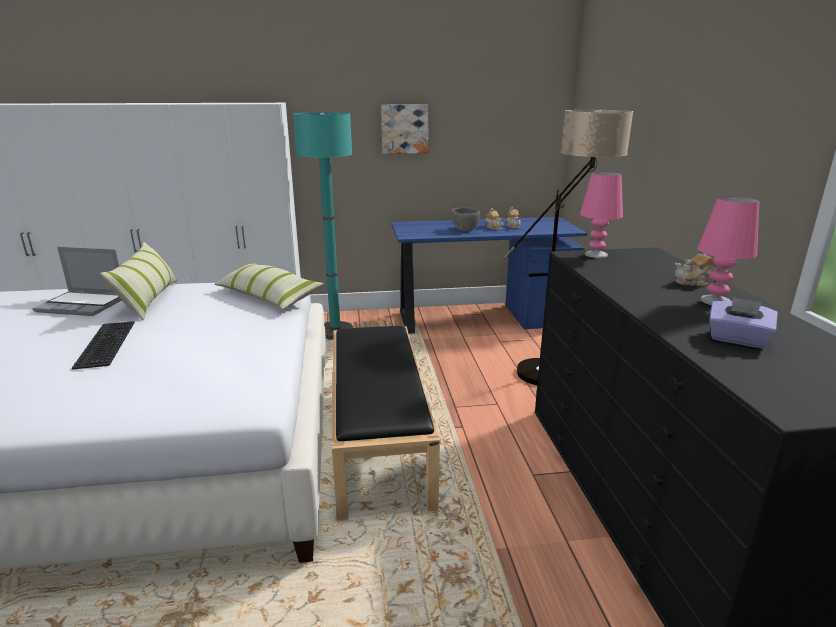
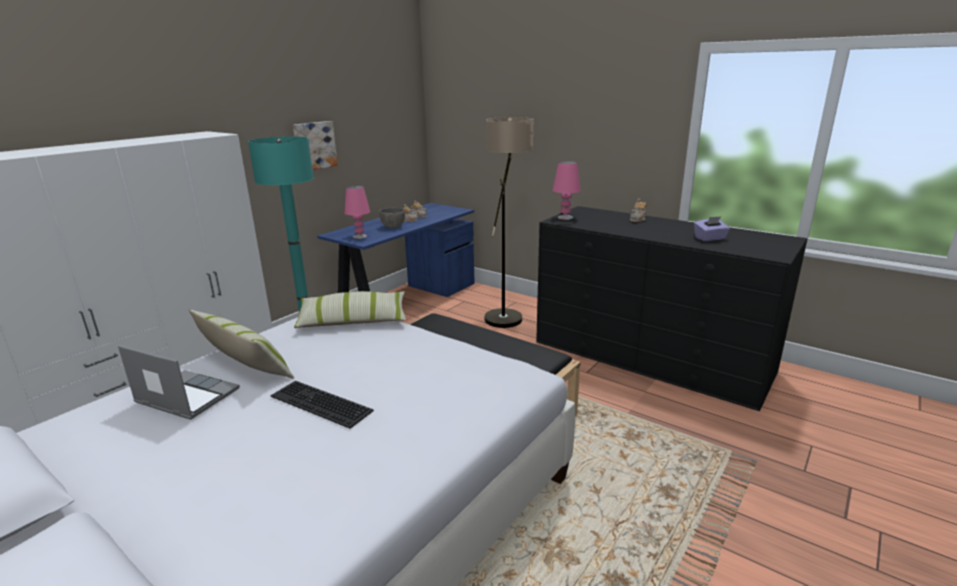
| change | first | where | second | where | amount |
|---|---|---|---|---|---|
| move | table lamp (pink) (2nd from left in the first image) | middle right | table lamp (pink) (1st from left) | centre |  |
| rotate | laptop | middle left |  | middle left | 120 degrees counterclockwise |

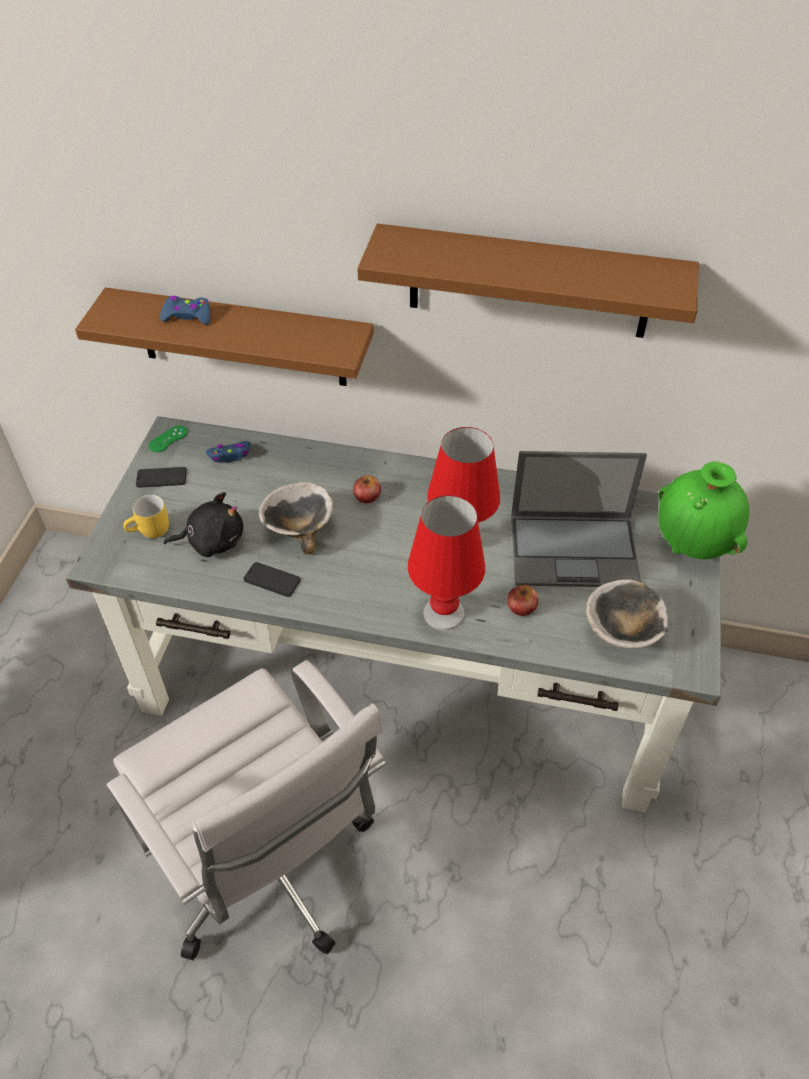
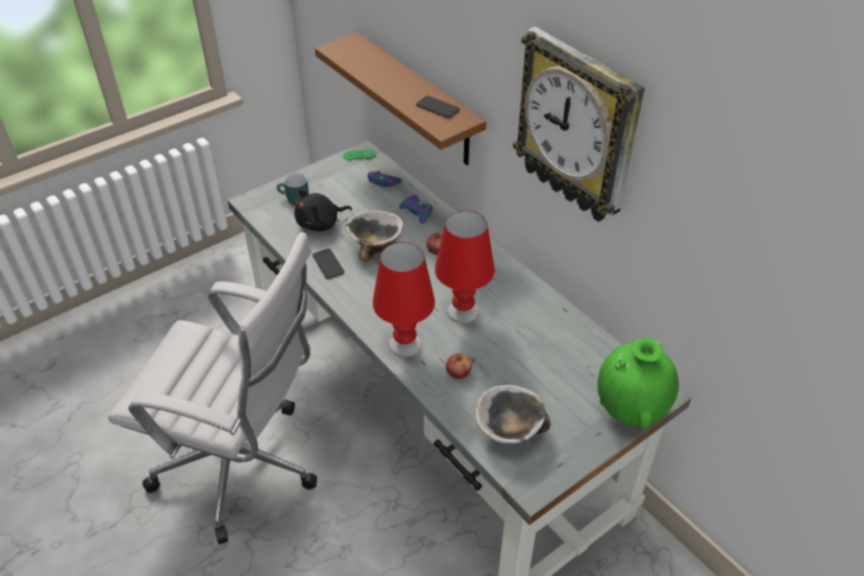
| change | first | where | second | where | amount |
|---|---|---|---|---|---|
| delete | laptop | middle right |  |  |  |
| move | phone (1st from left in the first image) | middle left | phone (2nd from left) | top centre |  |
| move | game controller (blue) (1st from left in the first image) | top left | game controller (blue) (2nd from left) | centre |  |
| replace | shelf (brown) (2nd from left) | top centre | wall clock | top right |  |
| recolor | mug (yellow) | middle left | mug (turquoise) | top centre |  |
| rotate | office chair (white) | bottom left |  | bottom left | 75 degrees counterclockwise |
| rotate | plush toy (black) | middle left |  | centre | 120 degrees clockwise |

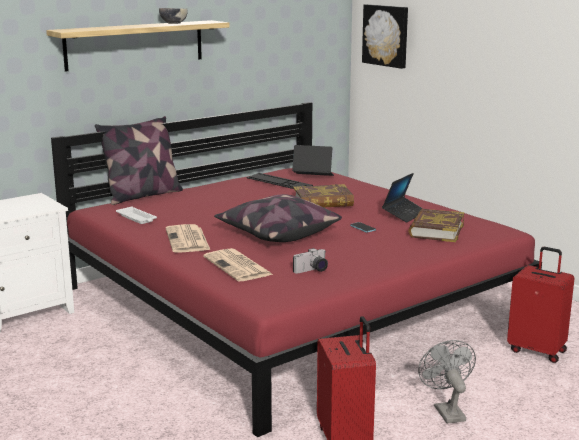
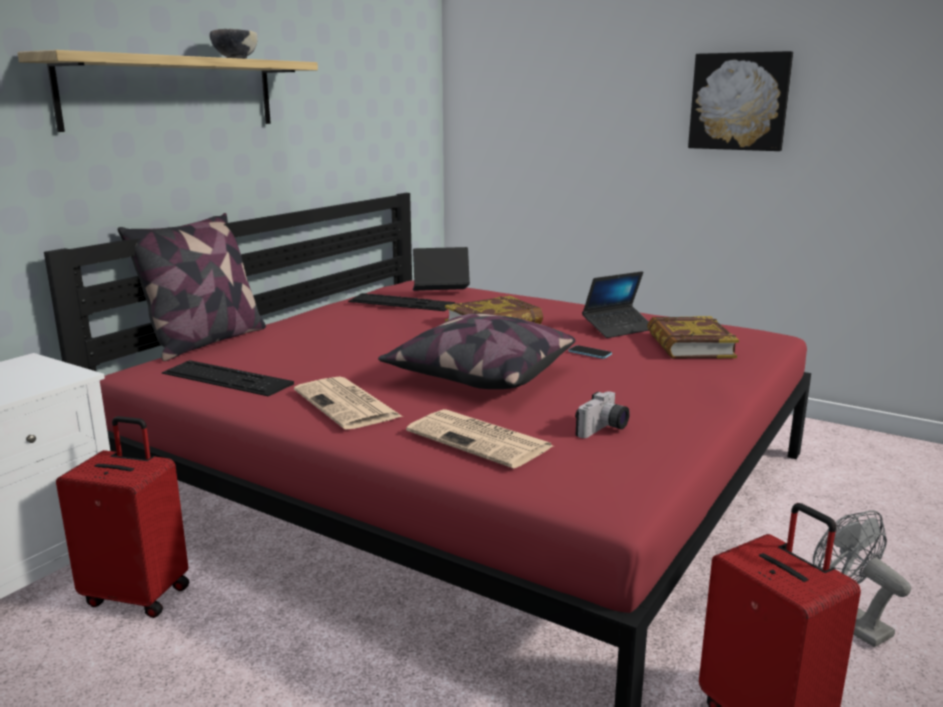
| change | first | where | second | where | amount |
|---|---|---|---|---|---|
| move | picture | top centre |  | top right |  |
| move | suitcase (red) (2nd from left in the first image) | bottom right | suitcase (red) (1st from left) | bottom left |  |
| replace | tray (white) | middle left | keyboard (1st from left) | middle left |  |
| rotate | laptop (2nd from left) | middle right |  | centre | 45 degrees clockwise |

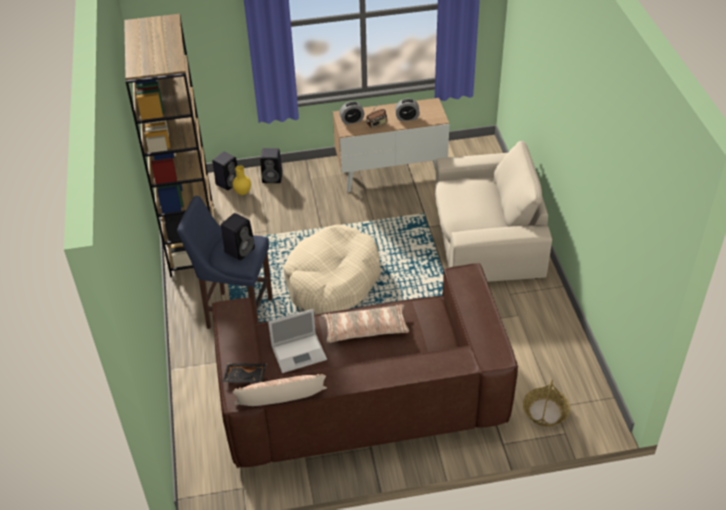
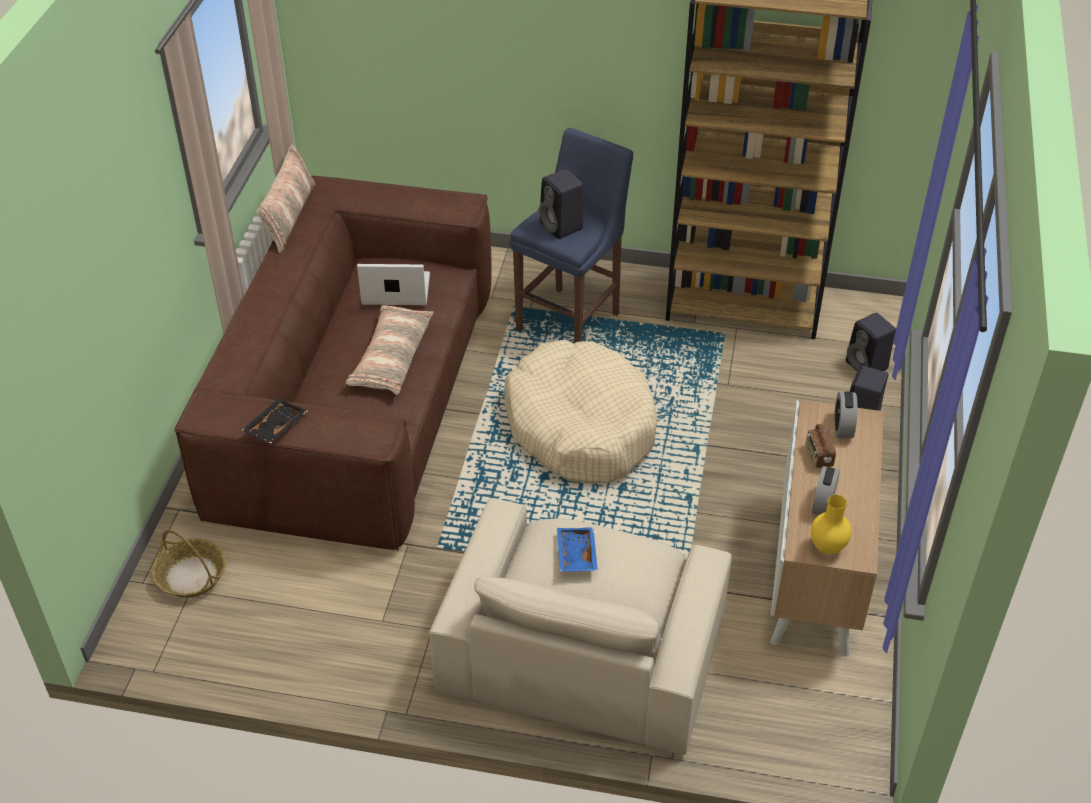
| change | first | where | second | where | amount |
|---|---|---|---|---|---|
| insert |  |  | tray (blue) | bottom centre |  |
| move | tray (black) | bottom centre |  | middle left |  |
| move | vase (yellow) | middle left |  | middle right |  |
| rotate | laptop | bottom centre |  | centre | 90 degrees clockwise |

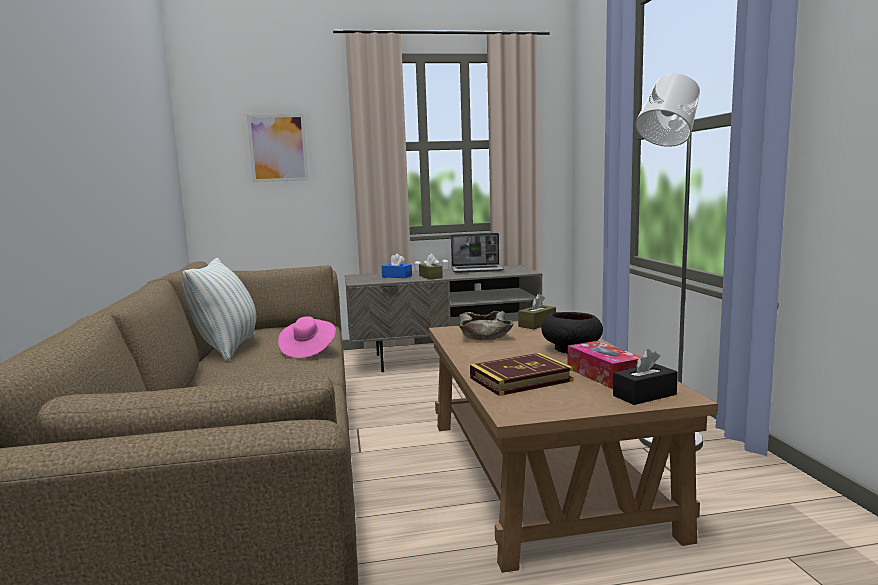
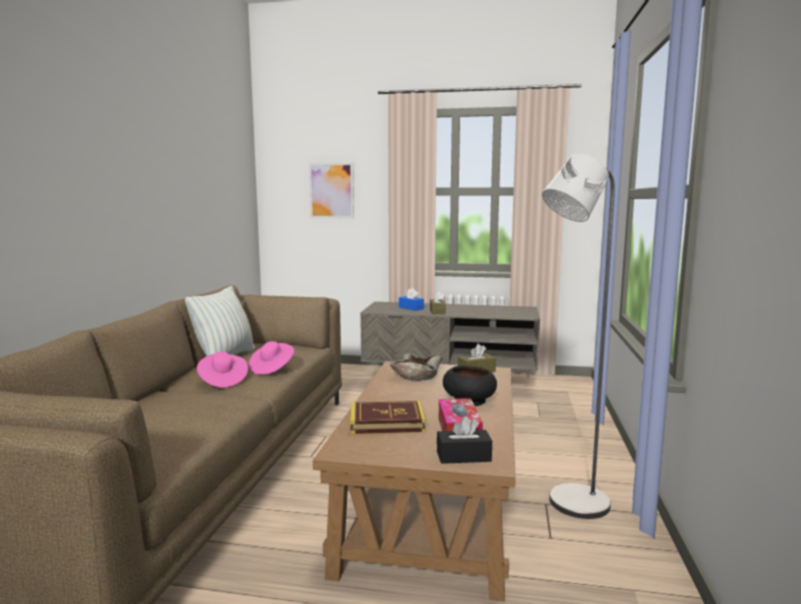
| change | first | where | second | where | amount |
|---|---|---|---|---|---|
| delete | laptop | centre |  |  |  |
| insert |  |  | hat (pink) (1st from left) | middle left |  |

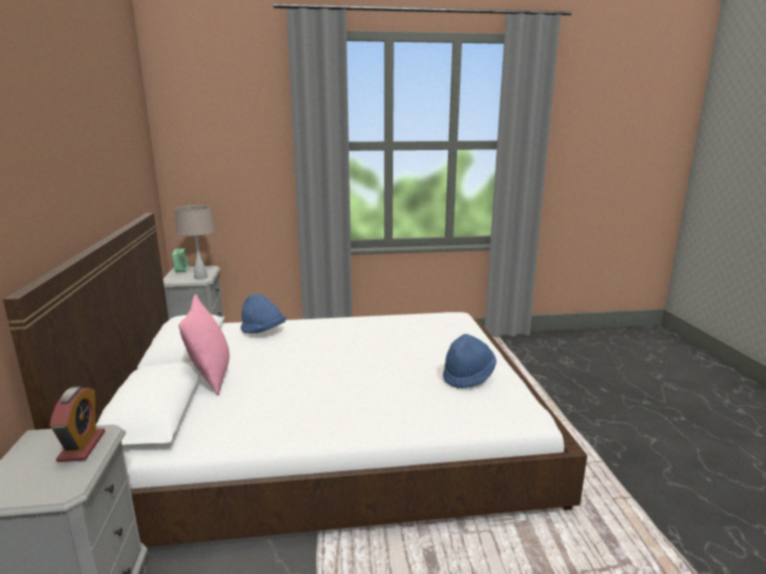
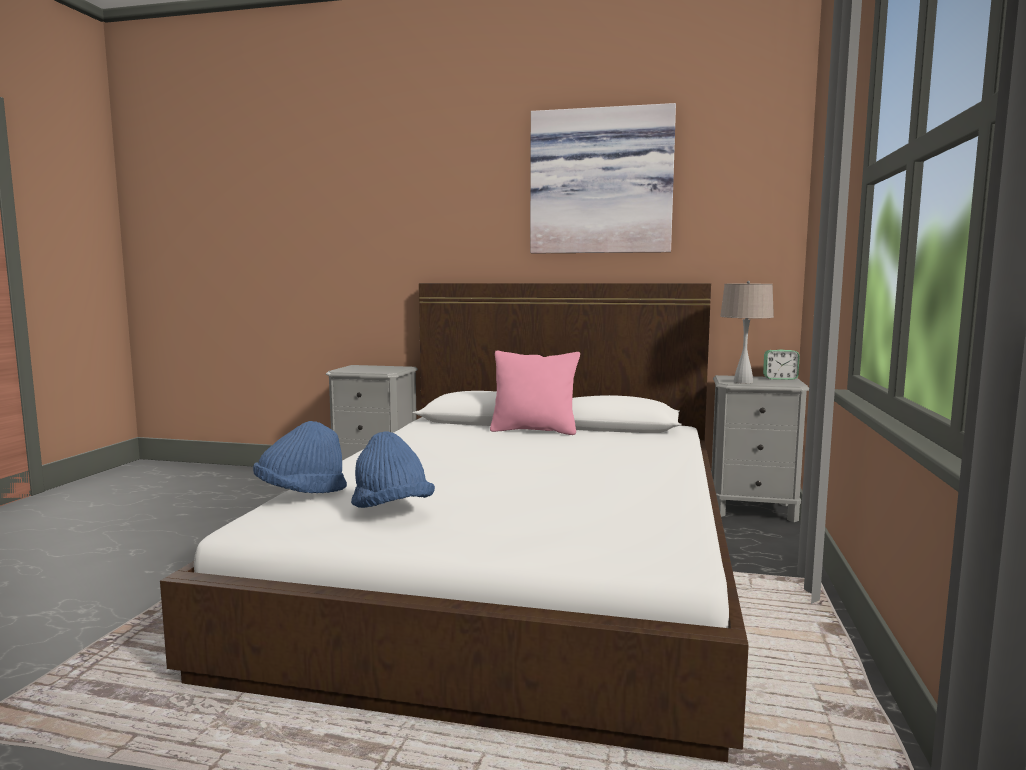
| change | first | where | second | where | amount |
|---|---|---|---|---|---|
| delete | alarm clock (1st from left) | bottom left |  |  |  |
| insert |  |  | picture | top centre |  |
| move | hat (blue) (1st from left) | centre |  | middle left |  |

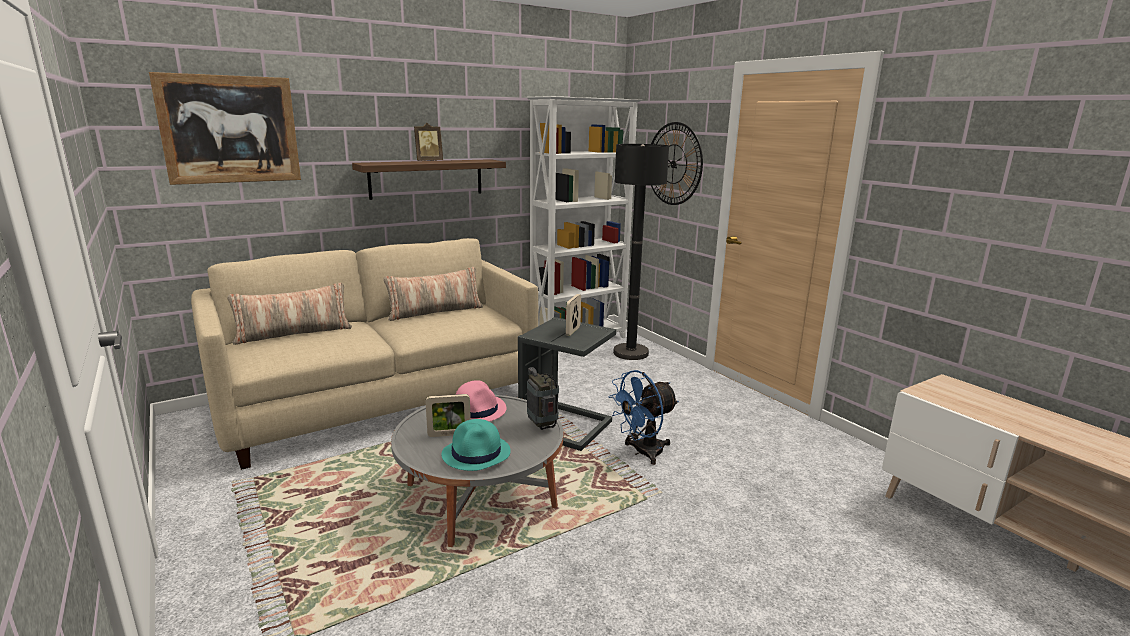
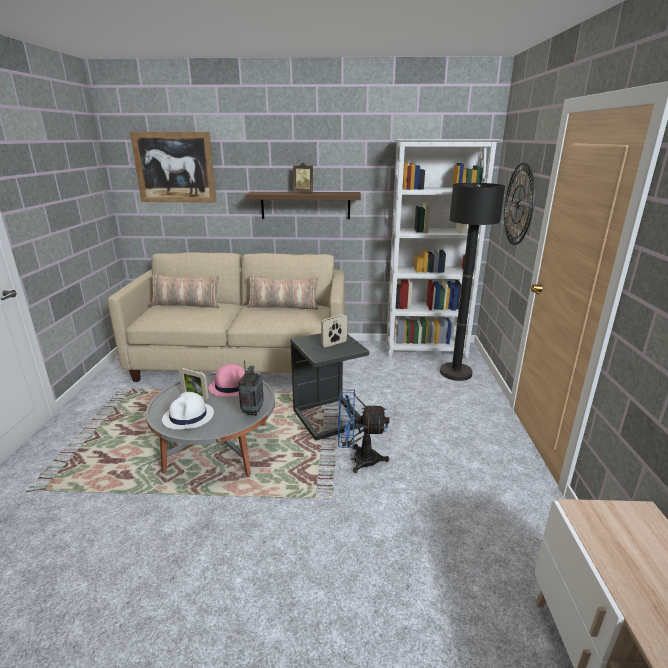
| change | first | where | second | where | amount |
|---|---|---|---|---|---|
| recolor | hat (turquoise) | bottom centre | hat (white) | middle left |  |

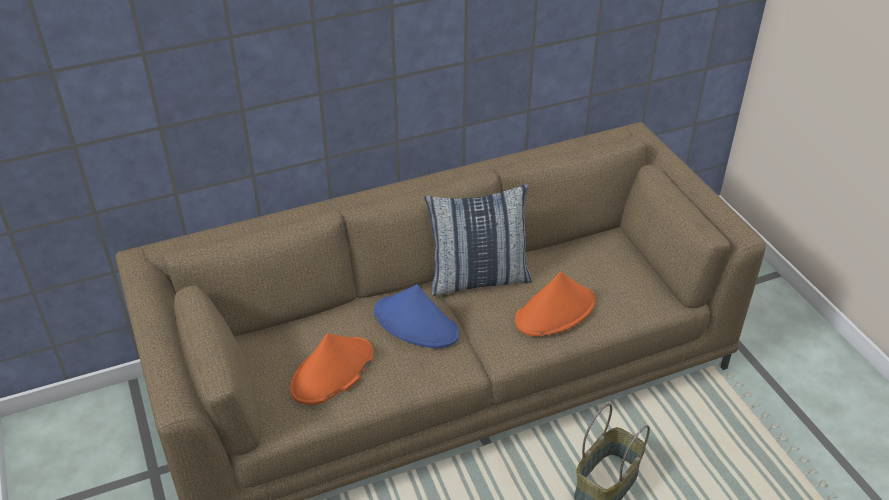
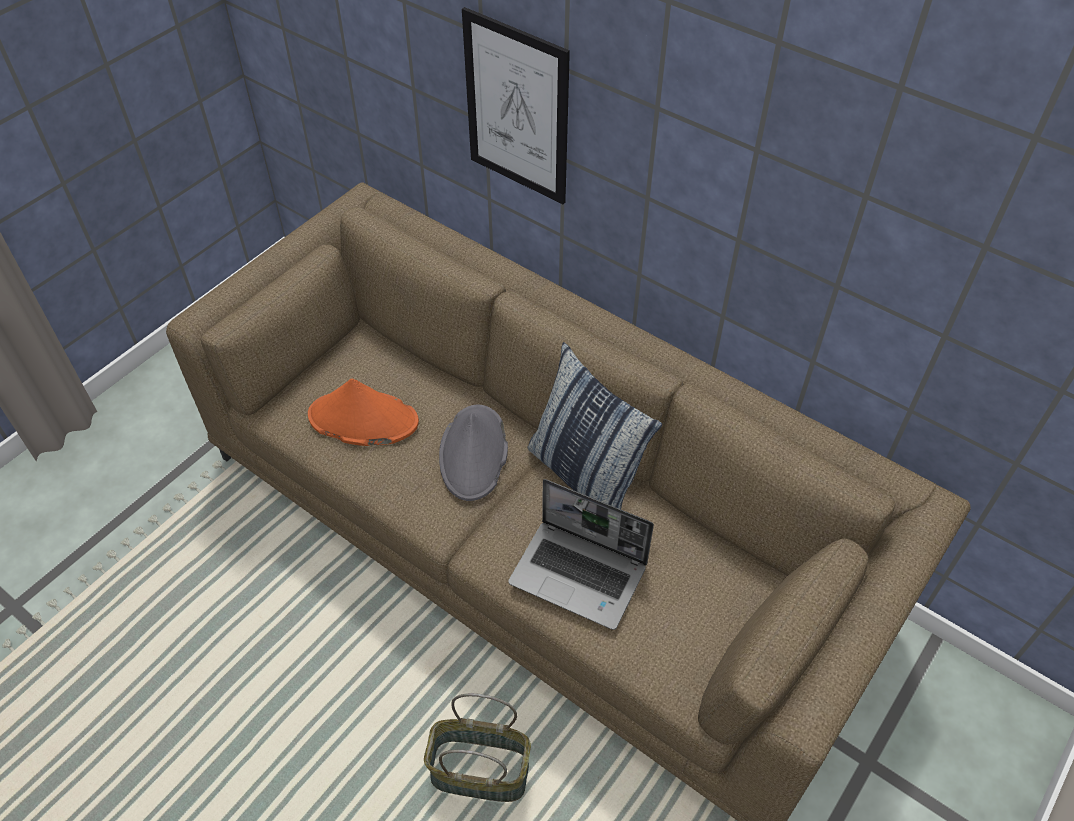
| change | first | where | second | where | amount |
|---|---|---|---|---|---|
| insert |  |  | picture | top centre |  |
| replace | hat (orange) (2nd from left) | centre | laptop | bottom centre |  |
| recolor | hat (blue) | centre | hat (grey) | centre |  |

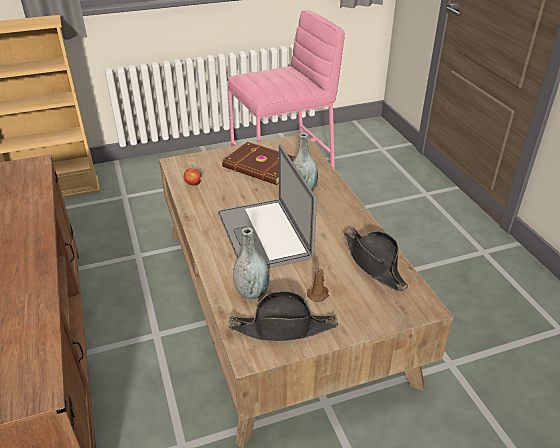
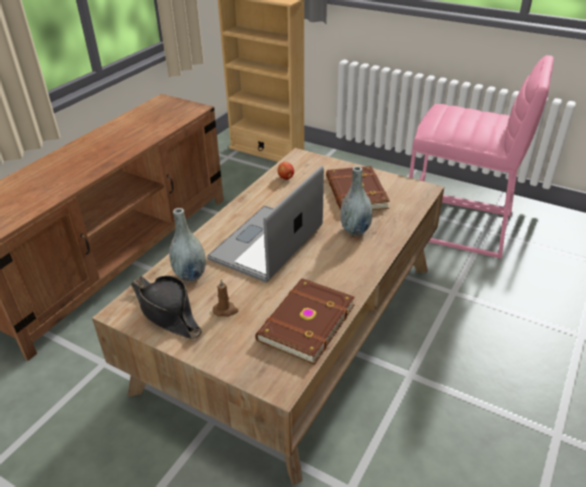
| change | first | where | second | where | amount |
|---|---|---|---|---|---|
| replace | hat (black) (2nd from left) | middle right | book (brown) (1st from left) | centre |  |

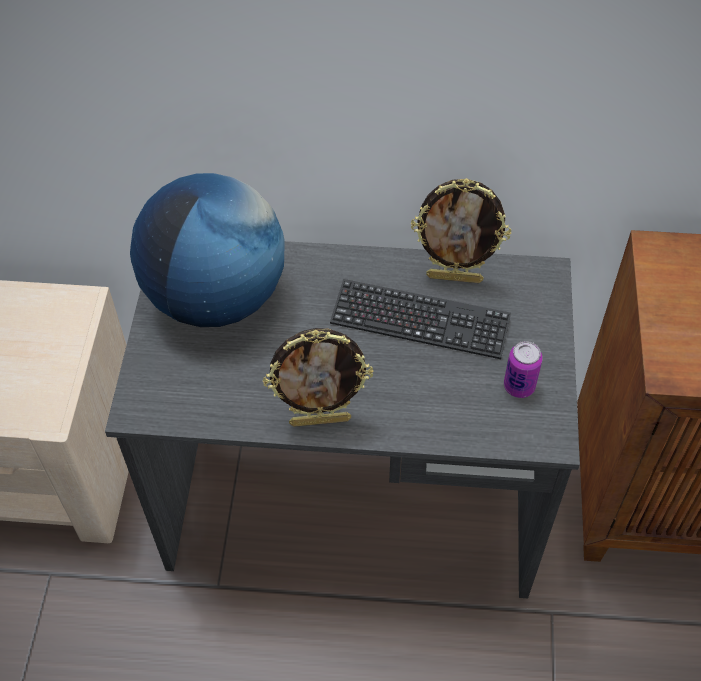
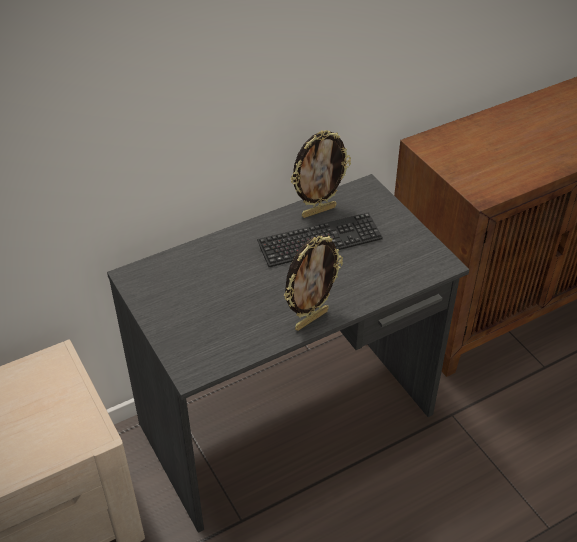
| change | first | where | second | where | amount |
|---|---|---|---|---|---|
| delete | globe | middle left |  |  |  |
| delete | can | middle right |  |  |  |

